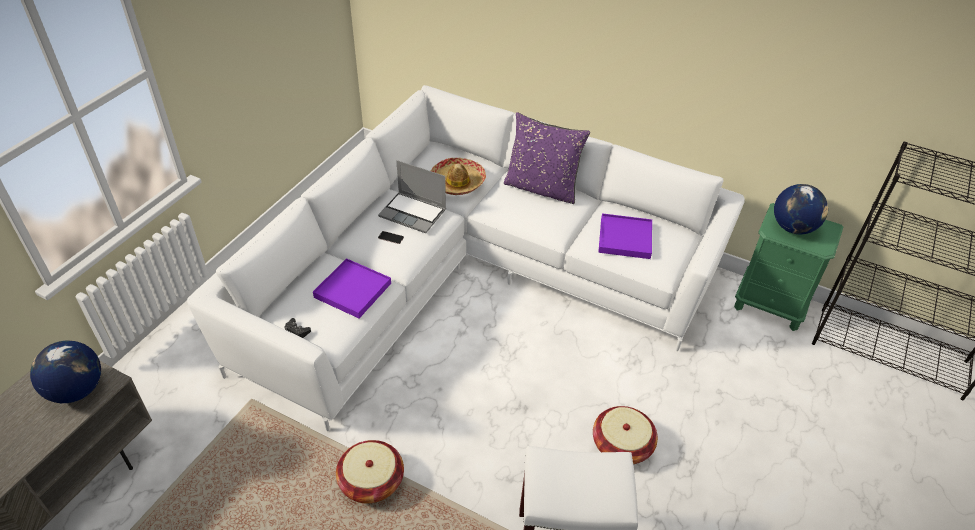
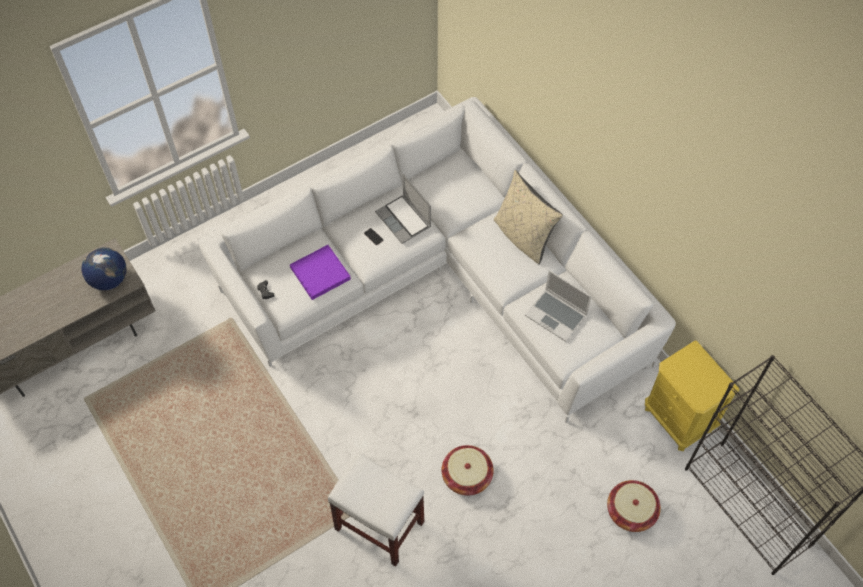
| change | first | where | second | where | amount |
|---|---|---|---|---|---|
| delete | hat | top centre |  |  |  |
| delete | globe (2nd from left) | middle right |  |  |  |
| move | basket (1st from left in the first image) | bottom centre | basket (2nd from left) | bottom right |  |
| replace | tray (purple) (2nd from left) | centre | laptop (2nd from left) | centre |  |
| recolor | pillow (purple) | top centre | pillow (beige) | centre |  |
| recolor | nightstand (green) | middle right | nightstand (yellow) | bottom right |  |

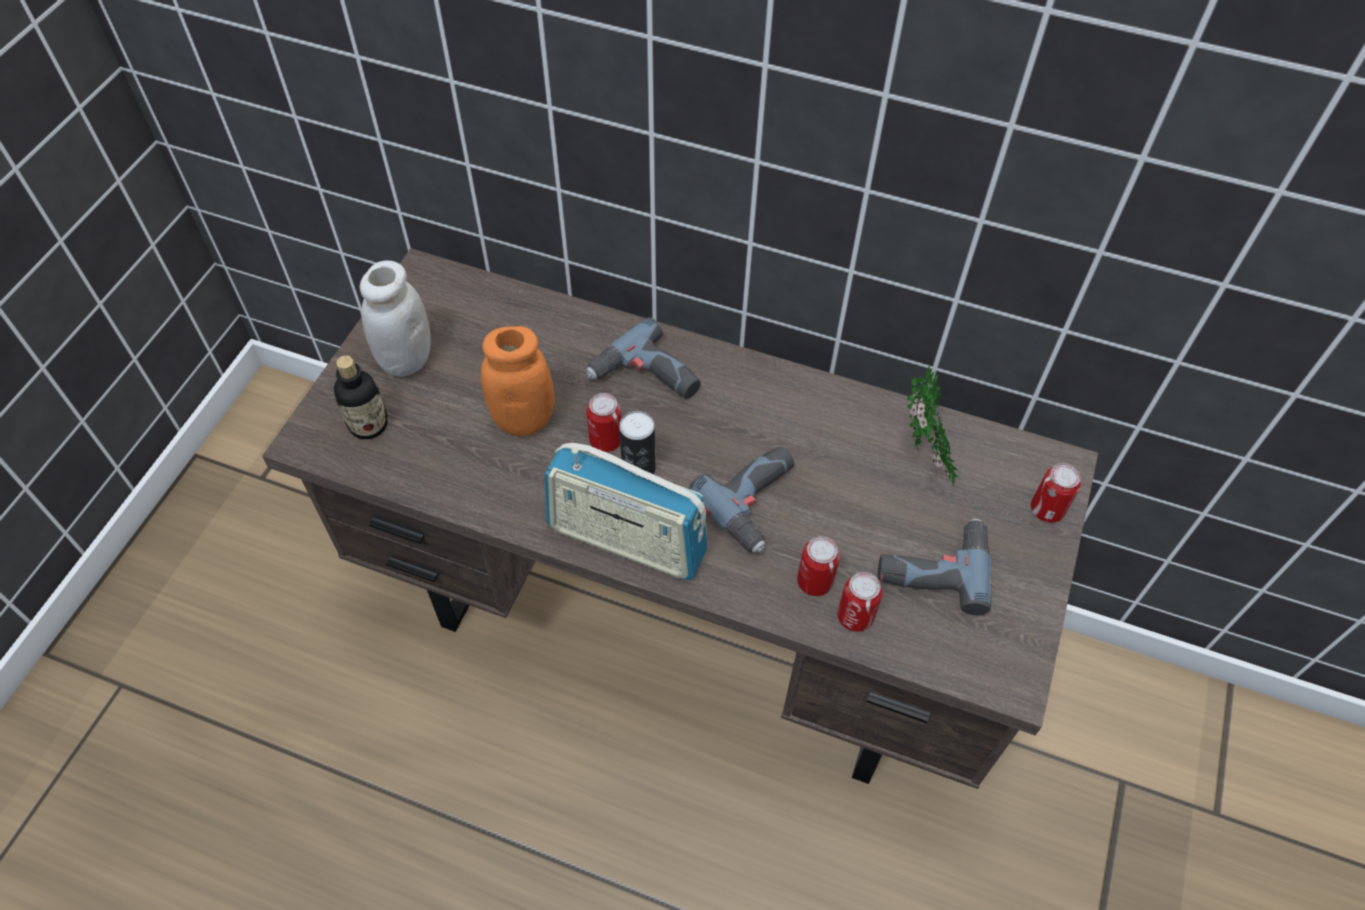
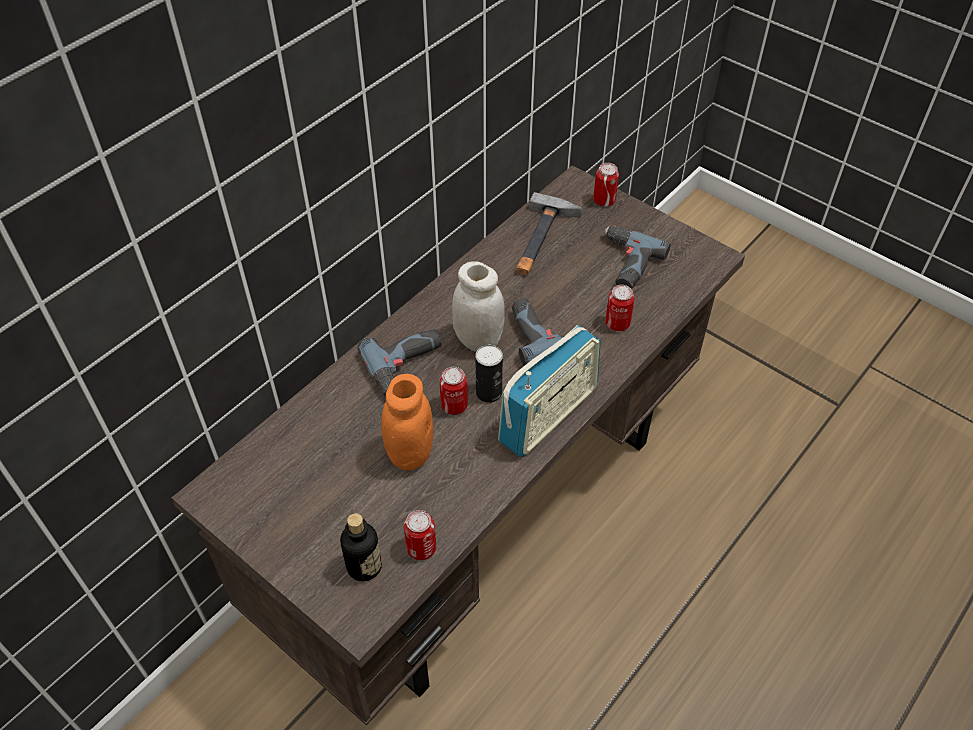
| change | first | where | second | where | amount |
|---|---|---|---|---|---|
| move | jar (white) | middle left |  | centre |  |
| move | can (4th from left in the first image) | centre | can (1st from left) | bottom centre |  |
| replace | potted plant | middle right | hammer | top centre |  |

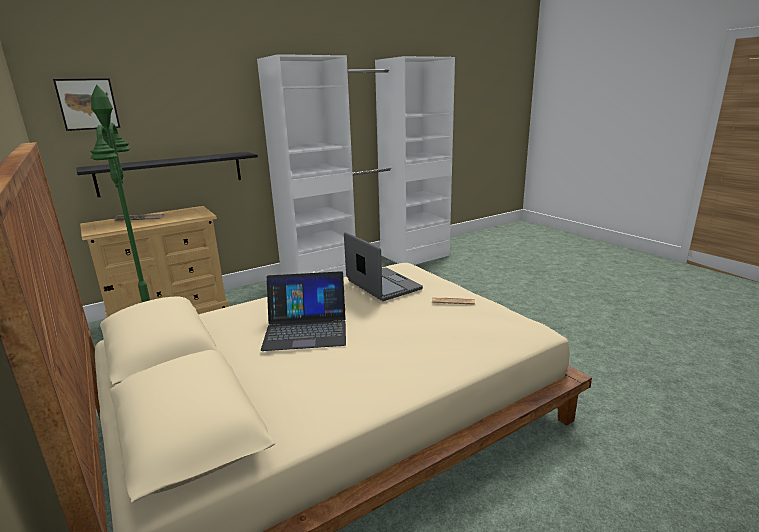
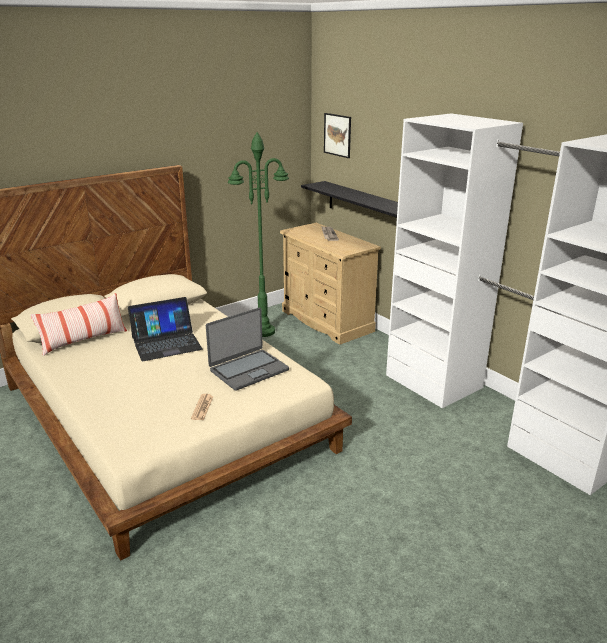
| change | first | where | second | where | amount |
|---|---|---|---|---|---|
| insert |  |  | pillow | middle left |  |
| rotate | laptop (1st from left) | centre |  | middle left | 105 degrees counterclockwise |

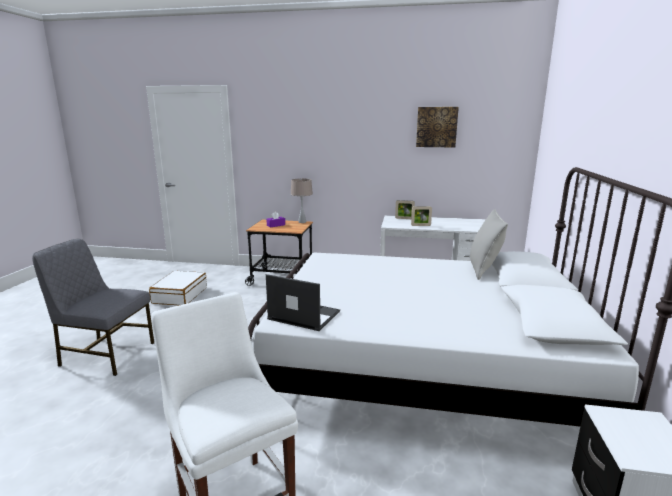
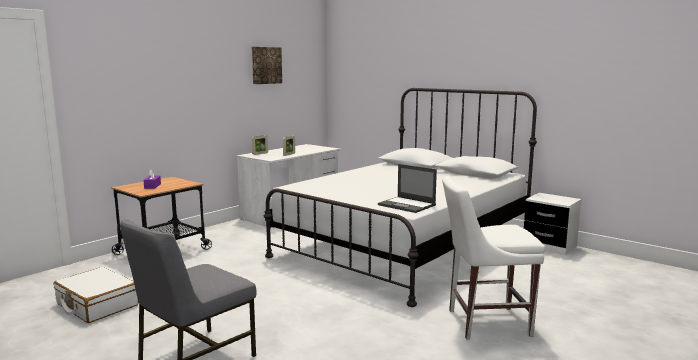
| change | first | where | second | where | amount |
|---|---|---|---|---|---|
| delete | table lamp (beige) | centre |  |  |  |
| delete | pillow (grey) | middle right |  |  |  |
| rotate | laptop | centre |  | centre | 105 degrees counterclockwise |

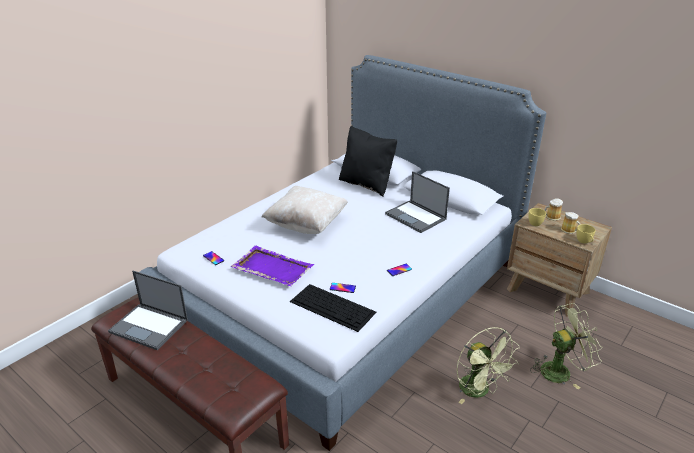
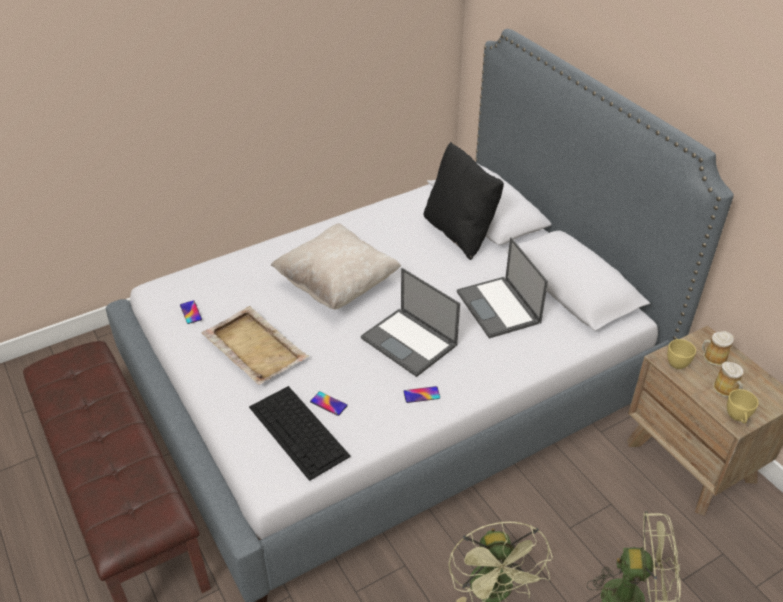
| change | first | where | second | where | amount |
|---|---|---|---|---|---|
| move | laptop (1st from left) | bottom left |  | centre |  |
| recolor | tray (purple) | centre | tray (beige) | middle left |  |

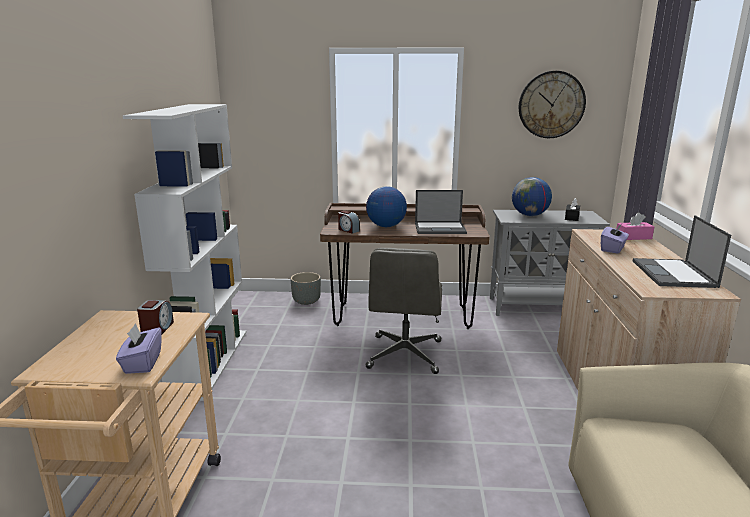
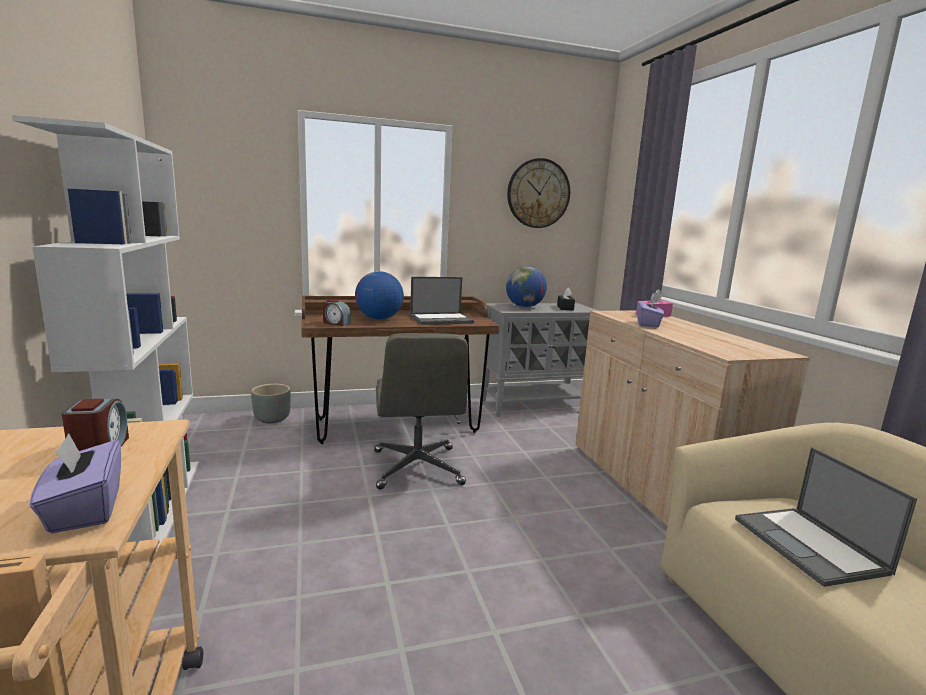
| change | first | where | second | where | amount |
|---|---|---|---|---|---|
| move | laptop (2nd from left) | middle right |  | bottom right |  |

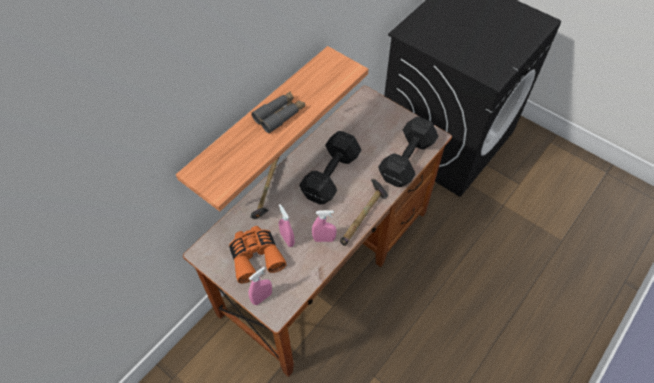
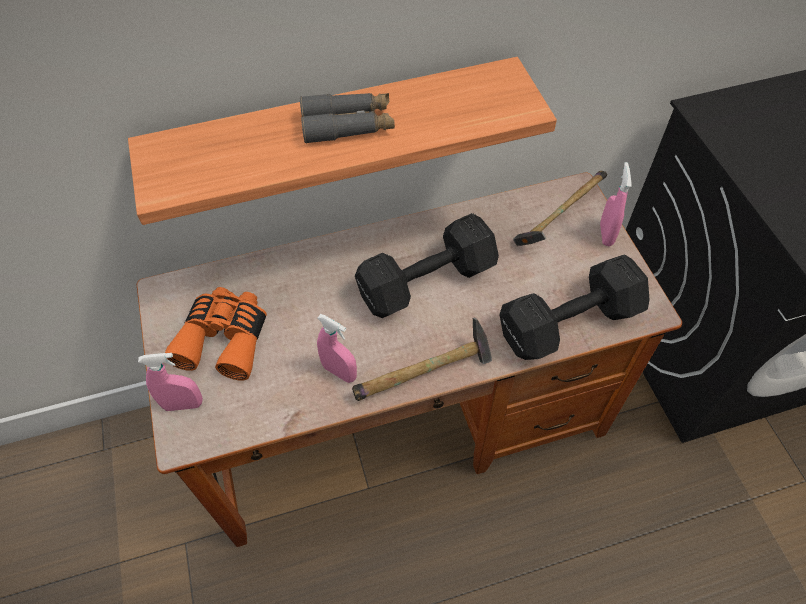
| change | first | where | second | where | amount |
|---|---|---|---|---|---|
| move | hammer (1st from left in the first image) | centre | hammer (2nd from left) | middle right |  |
| move | spray bottle (pink) (2nd from left in the first image) | centre | spray bottle (pink) (3rd from left) | middle right |  |

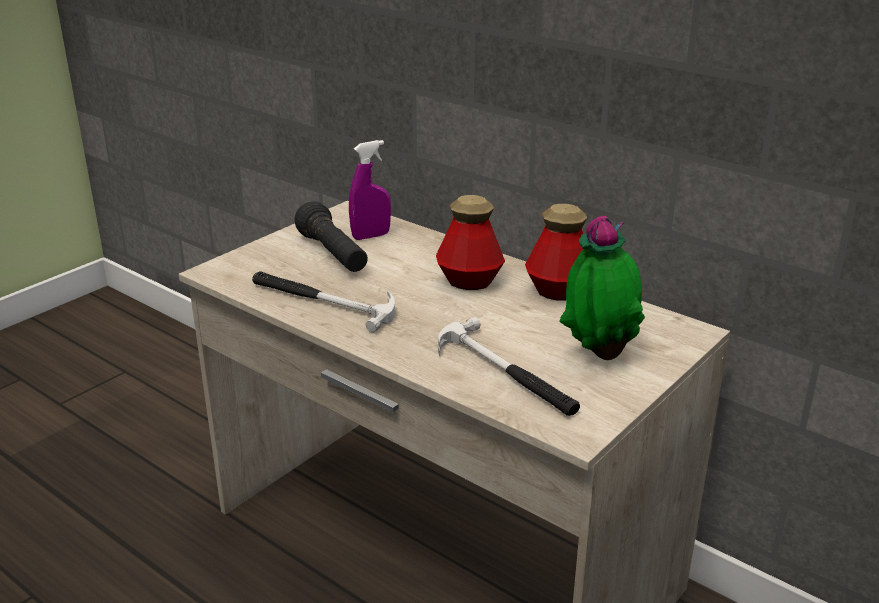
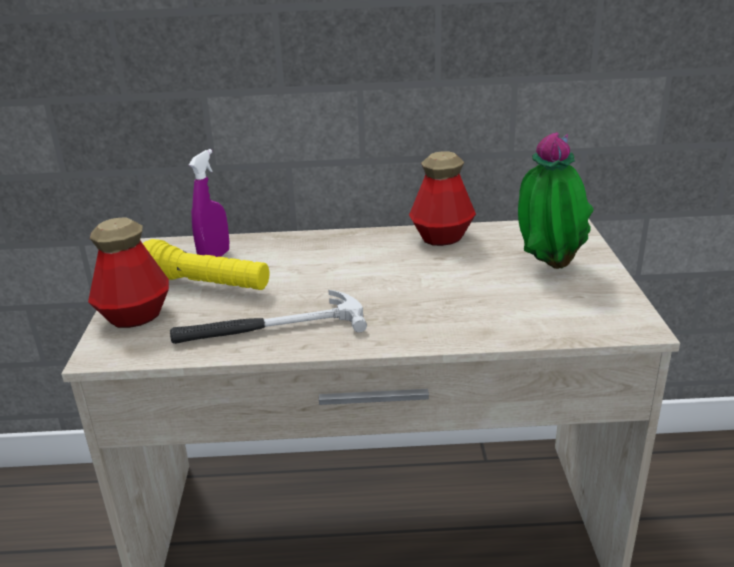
| change | first | where | second | where | amount |
|---|---|---|---|---|---|
| delete | hammer (2nd from left) | centre |  |  |  |
| move | bottle (1st from left) | centre |  | middle left |  |
| recolor | flashlight (black) | centre | flashlight (yellow) | middle left |  |

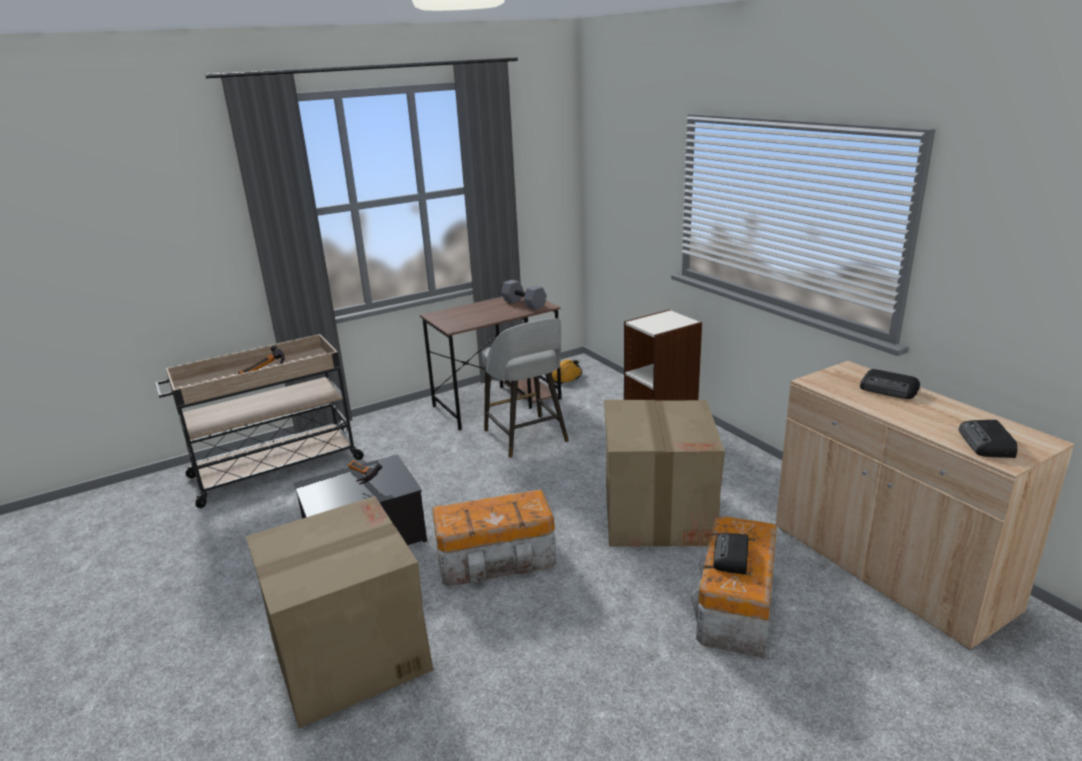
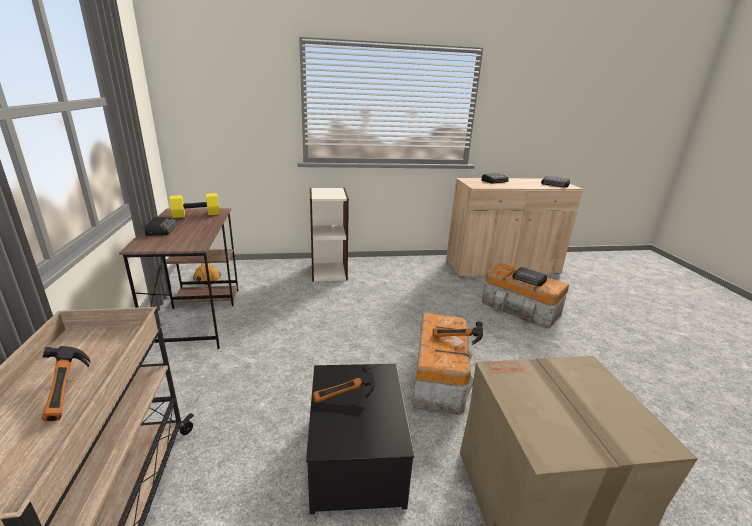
| change | first | where | second | where | amount |
|---|---|---|---|---|---|
| delete | stool (grey) | centre |  |  |  |
| delete | cardboard box (2nd from left) | centre |  |  |  |
| insert |  |  | radio (1st from left) | middle left |  |
| insert |  |  | hammer (3rd from left) | centre |  |
| recolor | dumbbell (grey) | centre | dumbbell (yellow) | middle left |  |

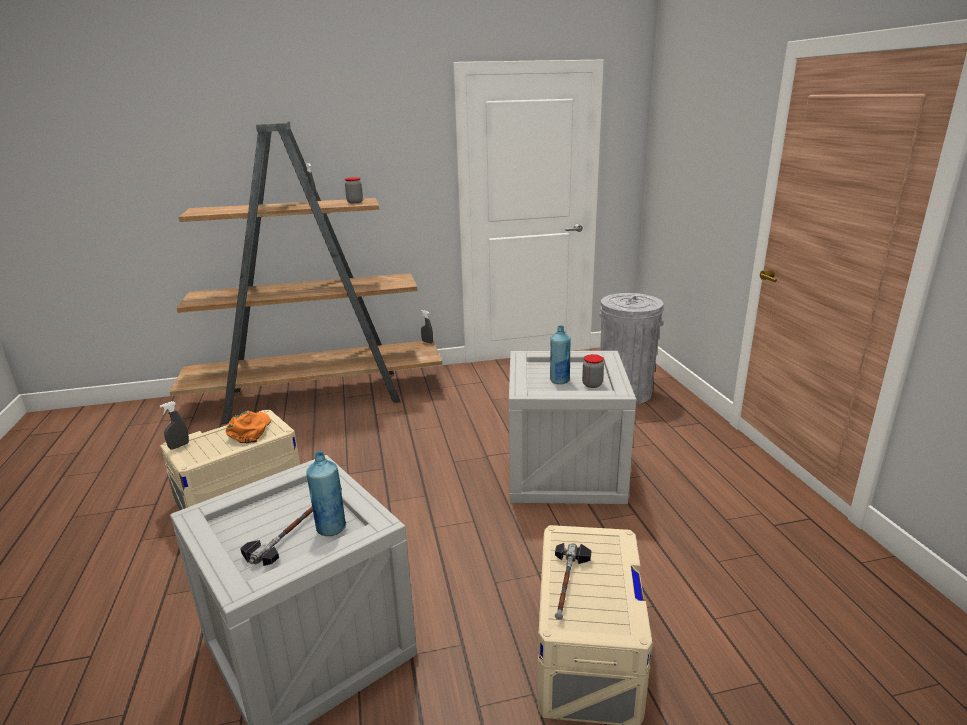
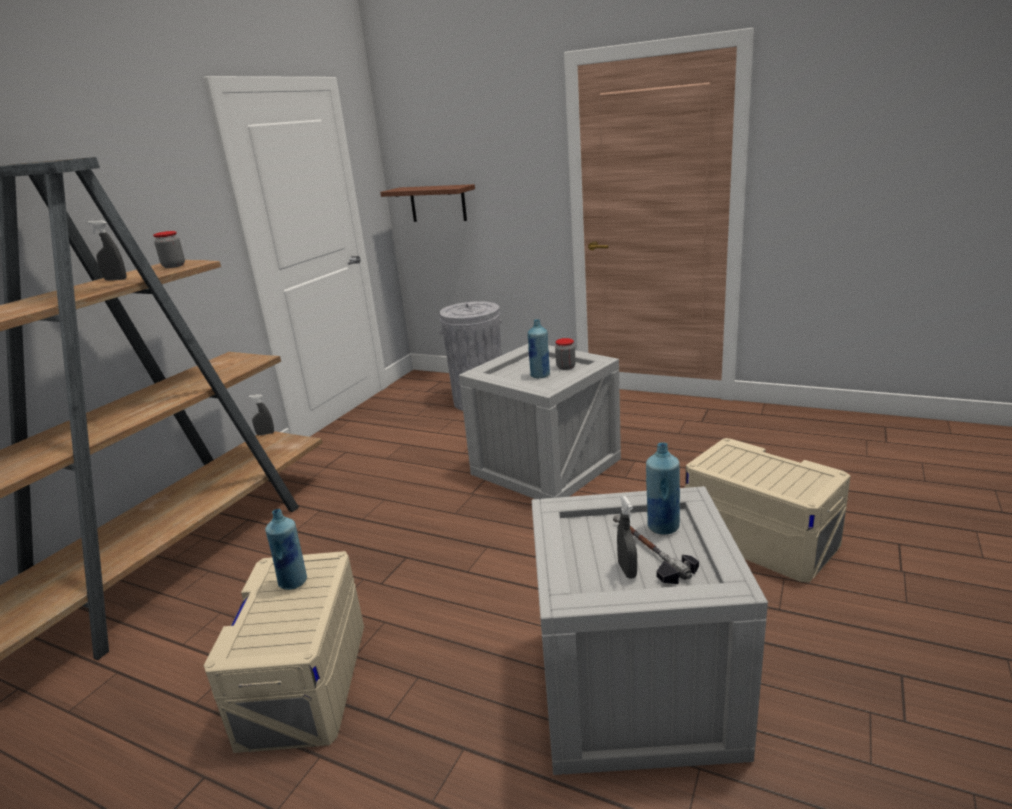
| change | first | where | second | where | amount |
|---|---|---|---|---|---|
| delete | hammer (2nd from left) | bottom centre |  |  |  |
| insert |  |  | shelf (brown) | top centre |  |
| move | spray bottle (grey) (1st from left in the first image) | middle left | spray bottle (grey) (3rd from left) | centre |  |
| replace | cap (orange) | middle left | bottle (blue) (1st from left) | bottom left |  |

